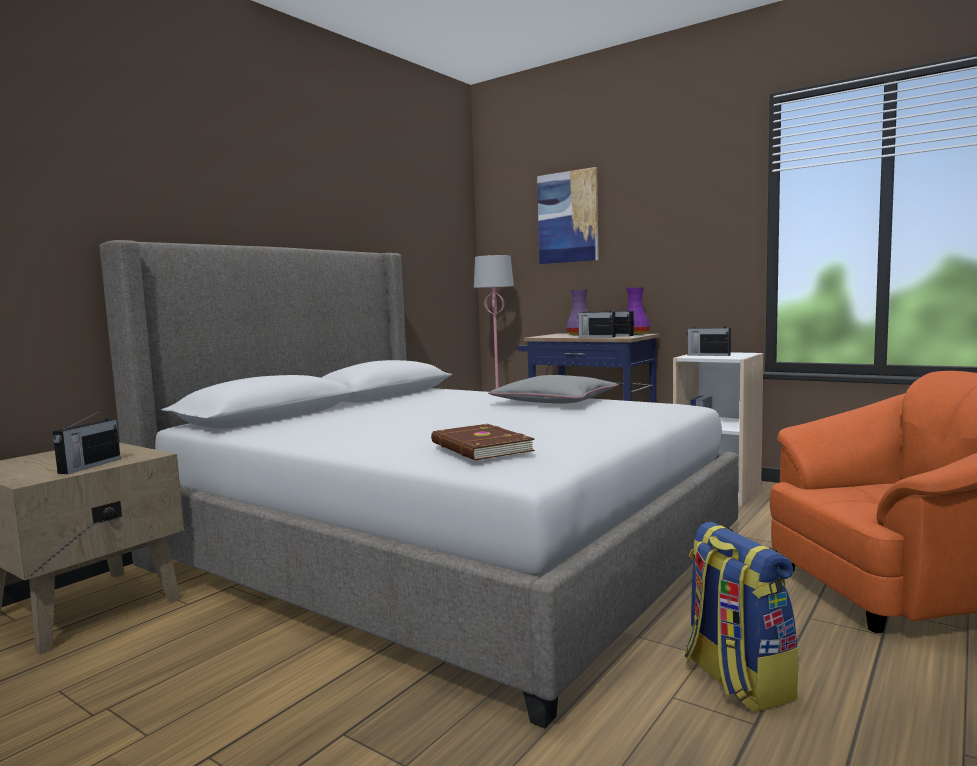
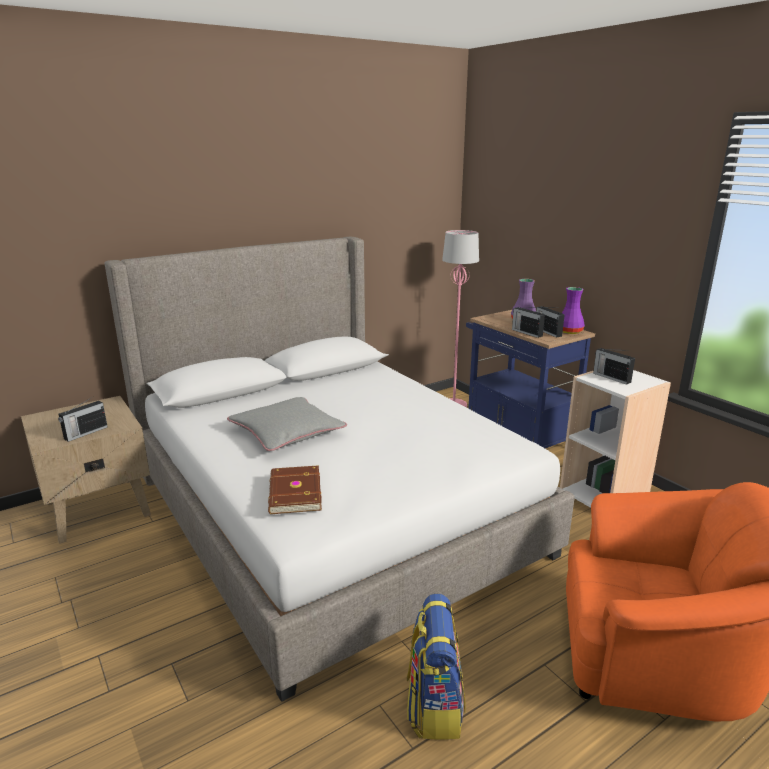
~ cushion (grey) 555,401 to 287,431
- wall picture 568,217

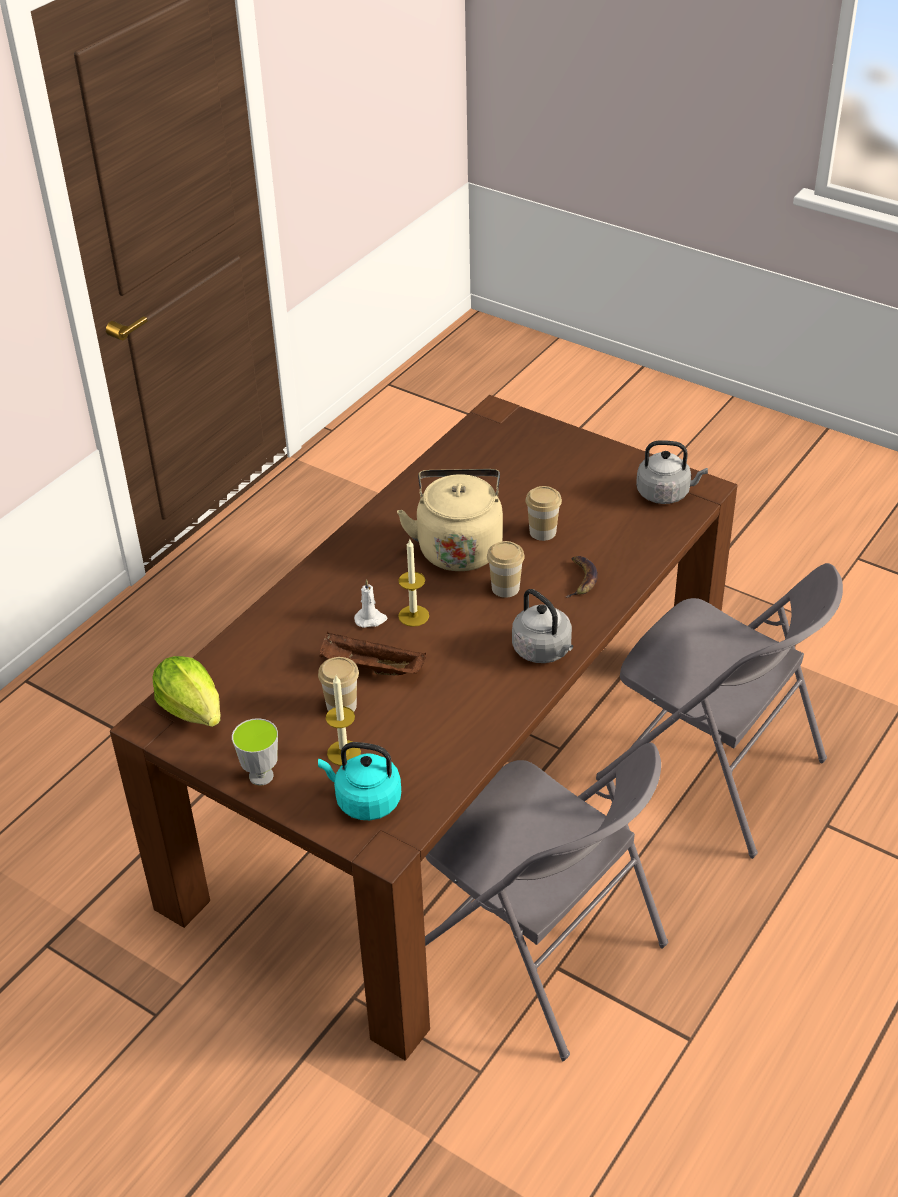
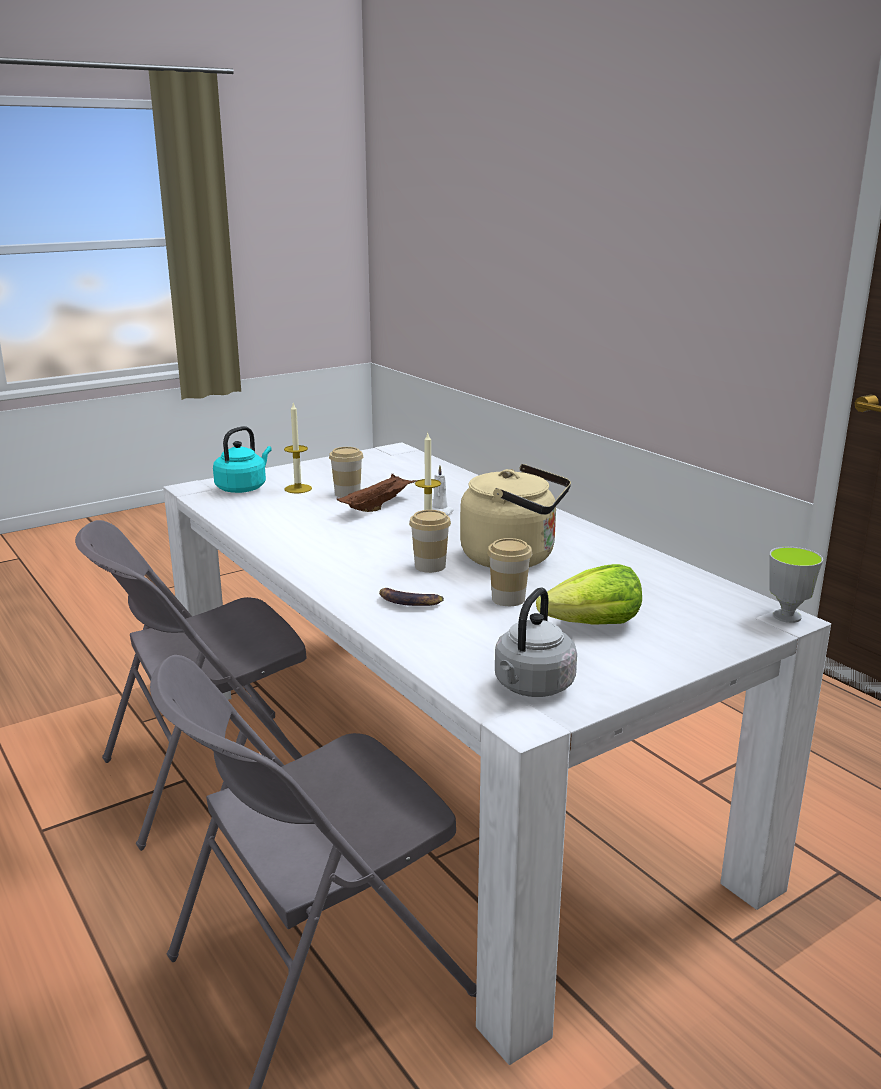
~ kitchen table (brown) 454,777 to kitchen table (white) 440,778
~ lettuce head 193,709 to 593,625
~ drinking cup 261,776 to 787,616
- kettle (grey) 544,651

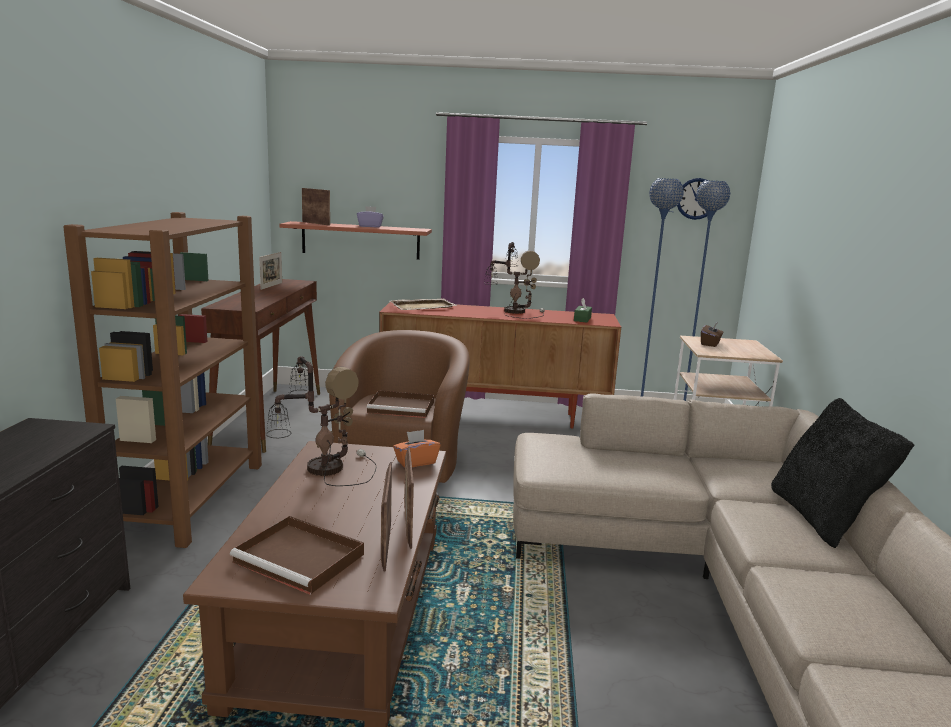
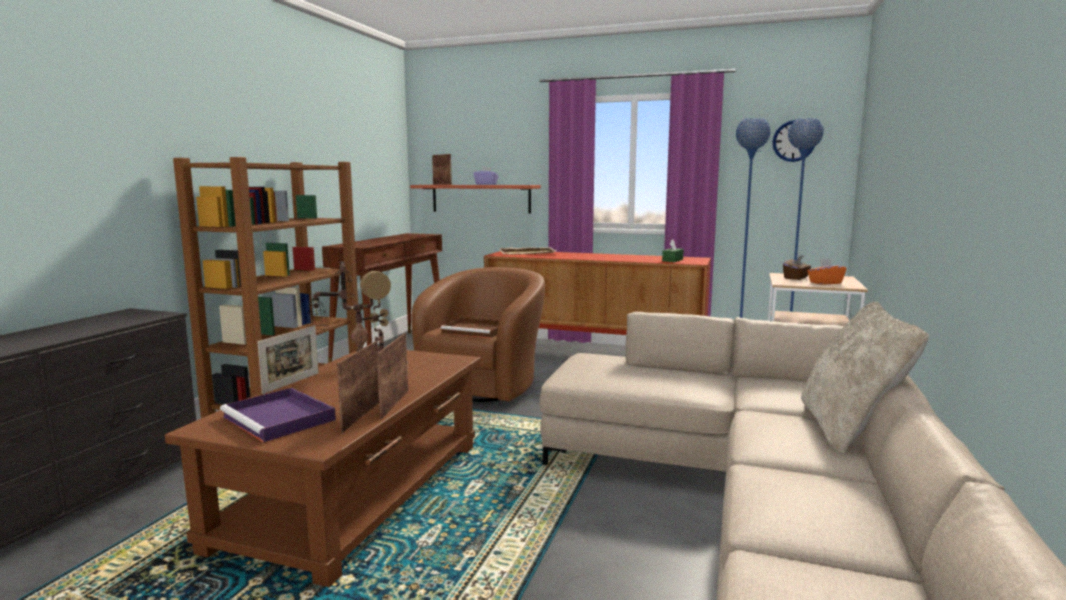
~ tray (brown) 301,558 to tray (purple-coloured) 280,419
~ standing frame 271,286 to 291,383
~ cushion (black-coloured) 823,516 to cushion (sand-coloured) 850,428
~ box of tissues (orange-coloured) 416,462 to 825,283
- lamp for a table 513,311

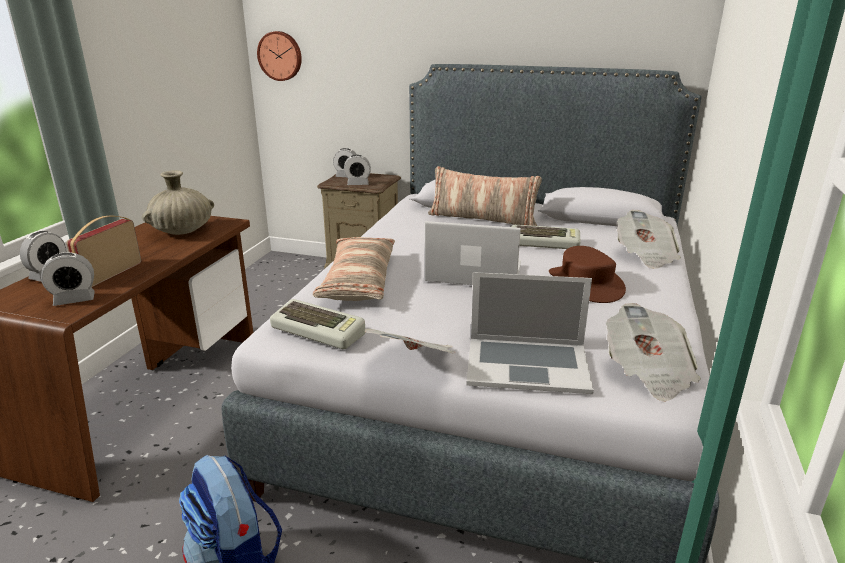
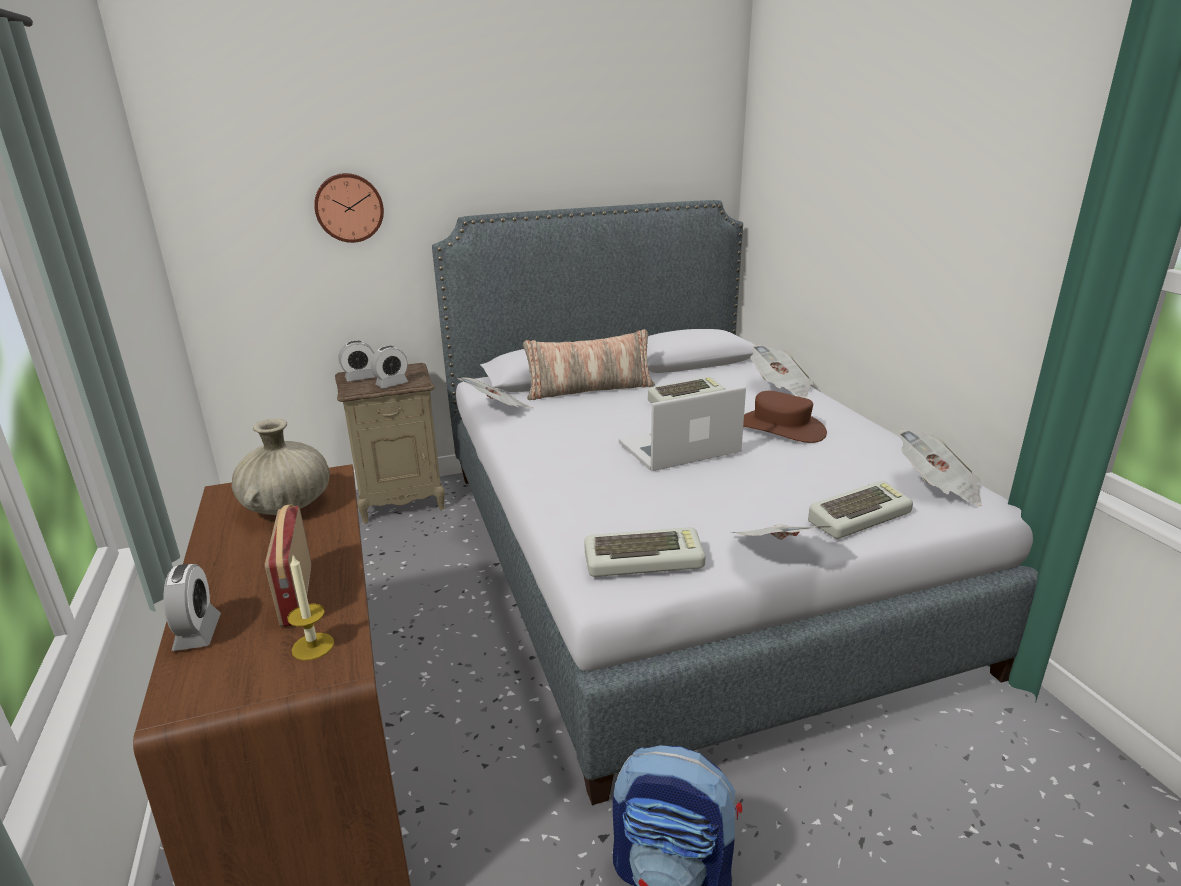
~ bedside clock 74,299 to wax candle 313,646
~ wall clock 280,56 to 349,207
+ daily paper 497,410
~ portable computer 527,364 to computer keyboard 858,516
- cushion 358,281

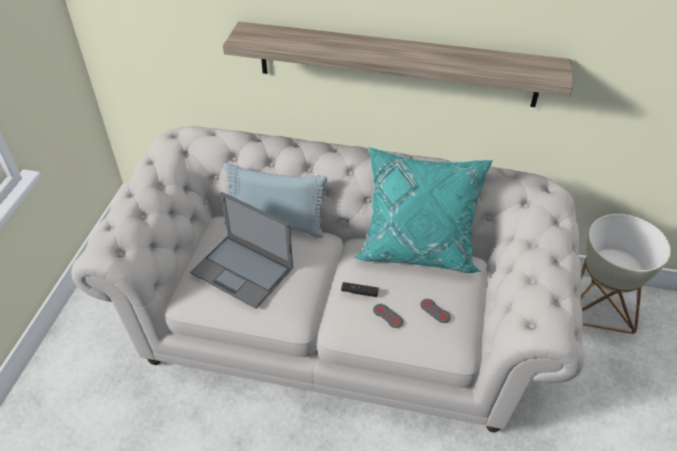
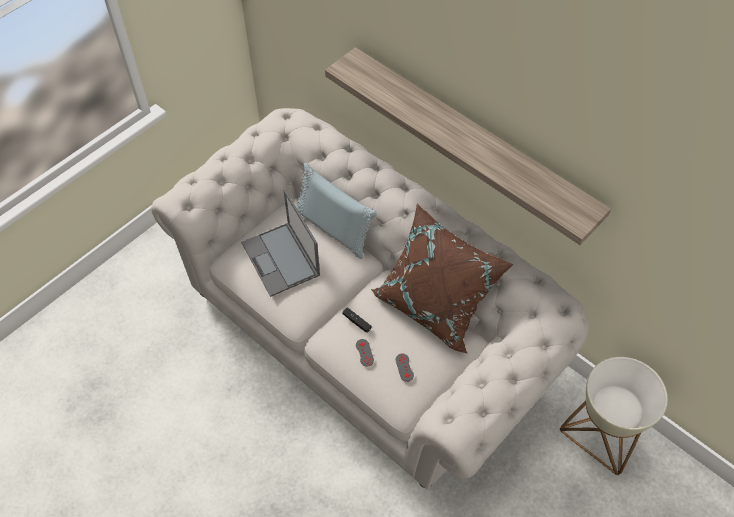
~ cushion (turquoise) 418,246 to cushion (brown) 435,304

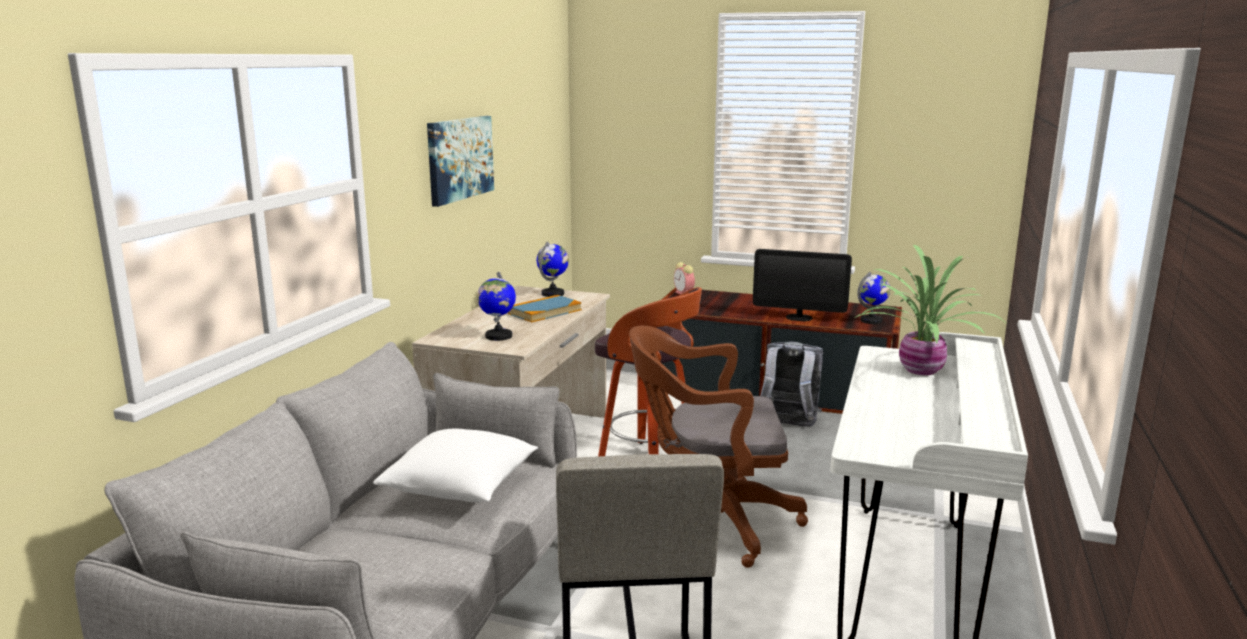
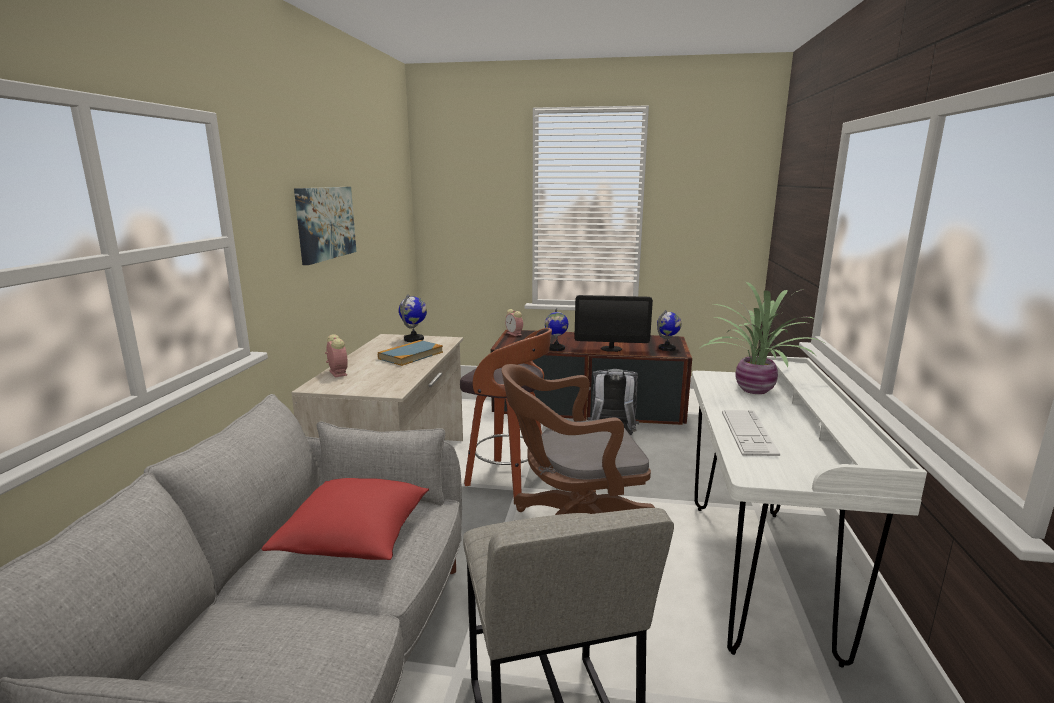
~ cushion (white) 461,488 to cushion (reddish) 355,540
+ bedside clock 337,373
~ world globe 498,336 to 556,348
+ computer keyboard 748,433

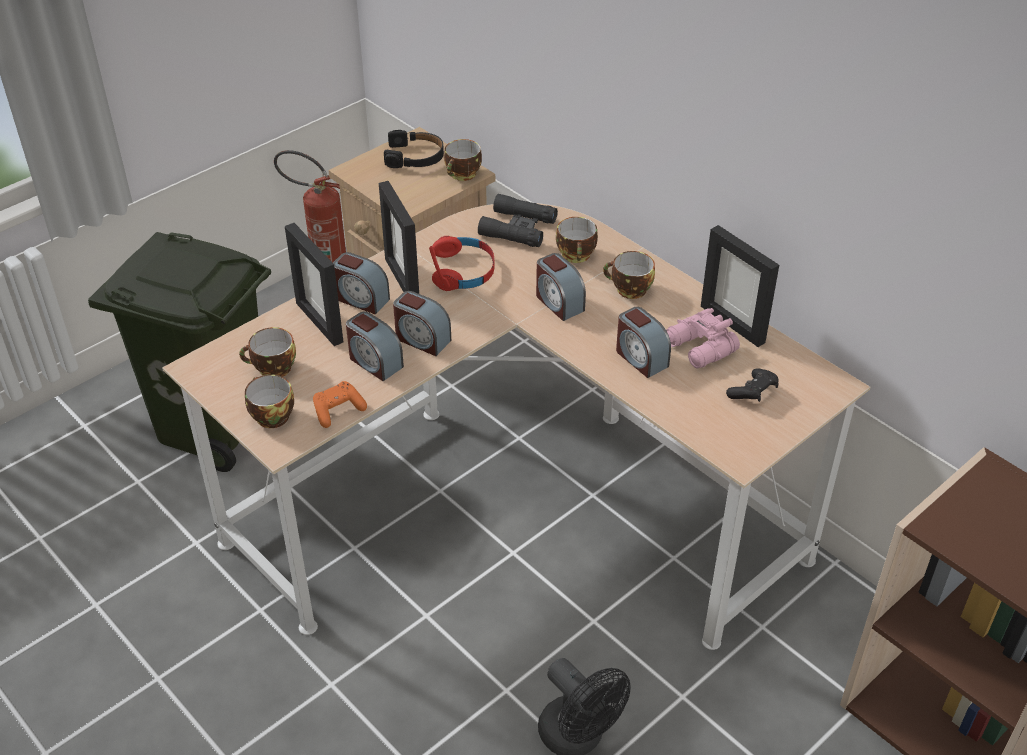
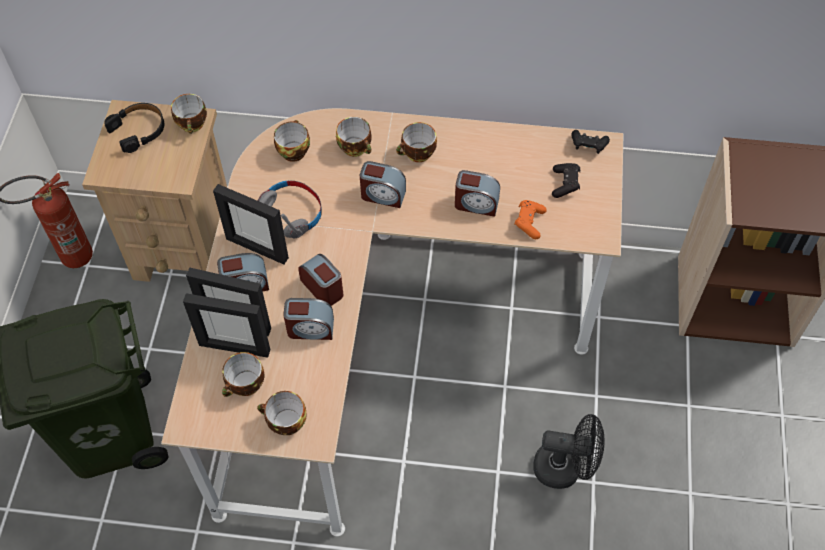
~ standing frame 733,323 to 235,346
~ headset (reddish) 463,271 to headset (grey) 292,212
~ pair of binoculars (black-coloured) 518,228 to drinking cup 293,150
~ bedside clock 422,339 = 323,288 120 degrees counterclockwise
~ game controller (orange-coloured) 338,410 to 529,223
+ game controller (black-coloured) 588,146
- pair of binoculars (pink-coloured) 700,348

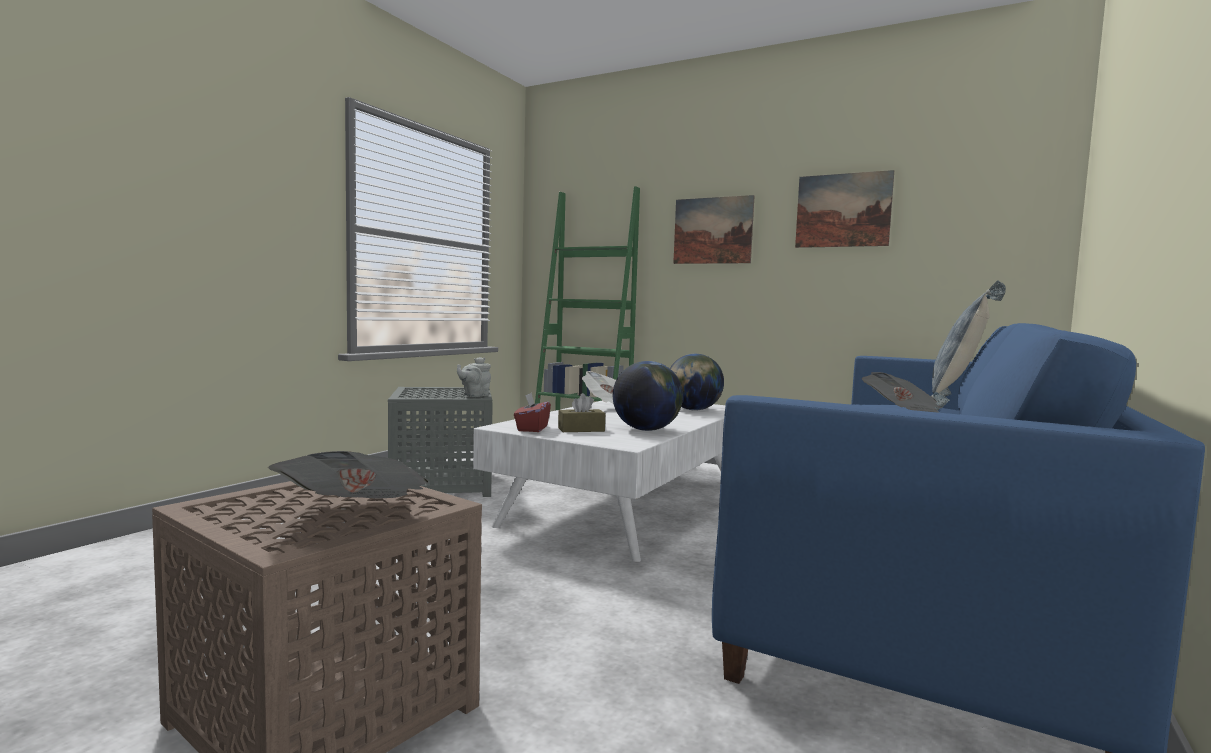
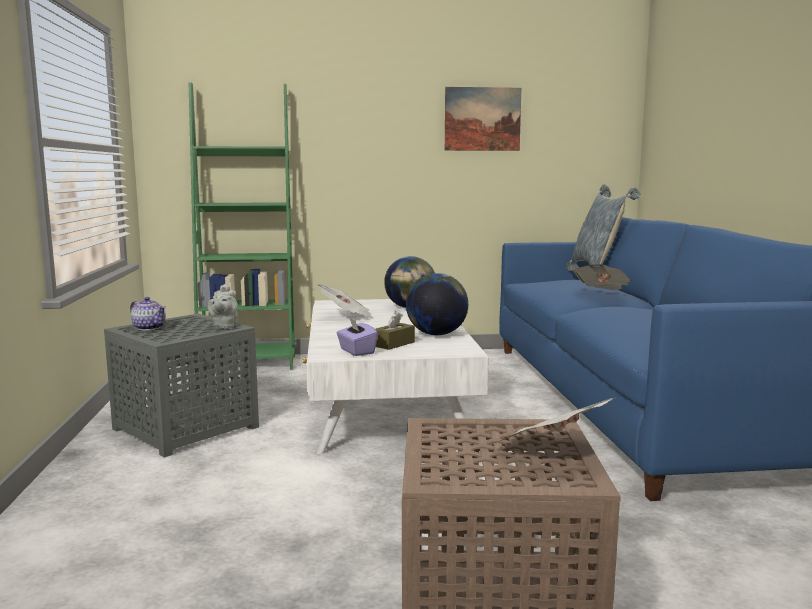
+ teapot 149,328
~ box of tissues (reddish) 532,428 to box of tissues (purple-coloured) 356,351
- wall picture 712,230

